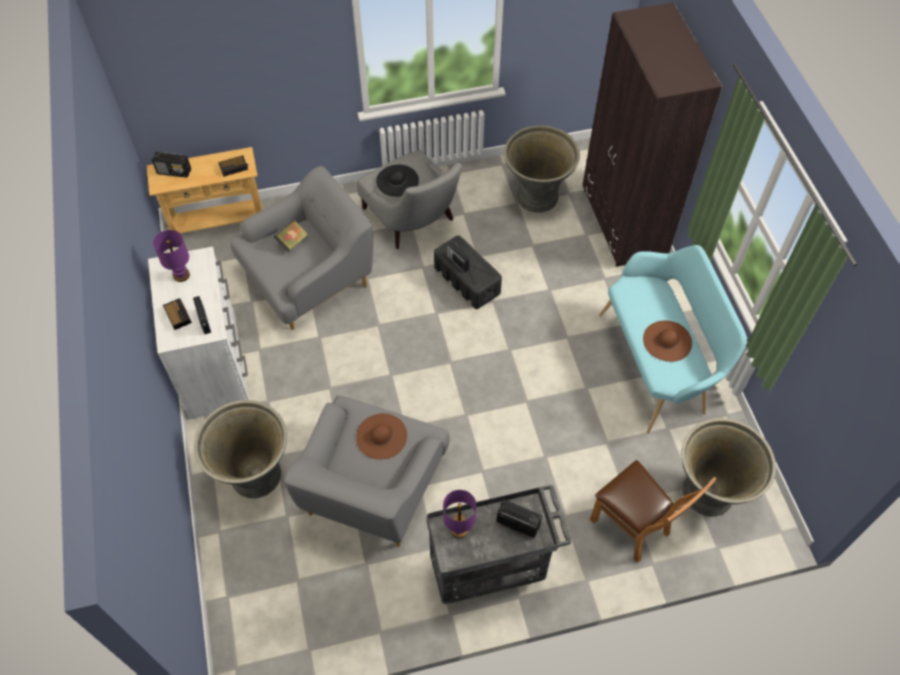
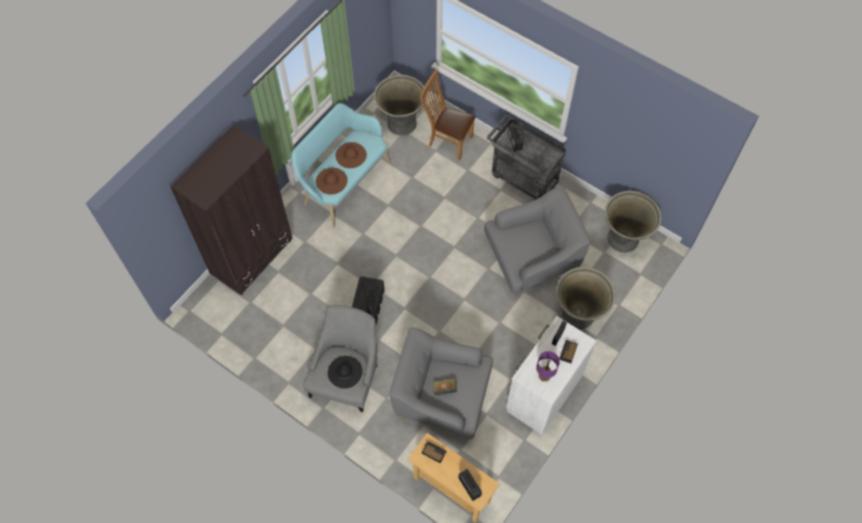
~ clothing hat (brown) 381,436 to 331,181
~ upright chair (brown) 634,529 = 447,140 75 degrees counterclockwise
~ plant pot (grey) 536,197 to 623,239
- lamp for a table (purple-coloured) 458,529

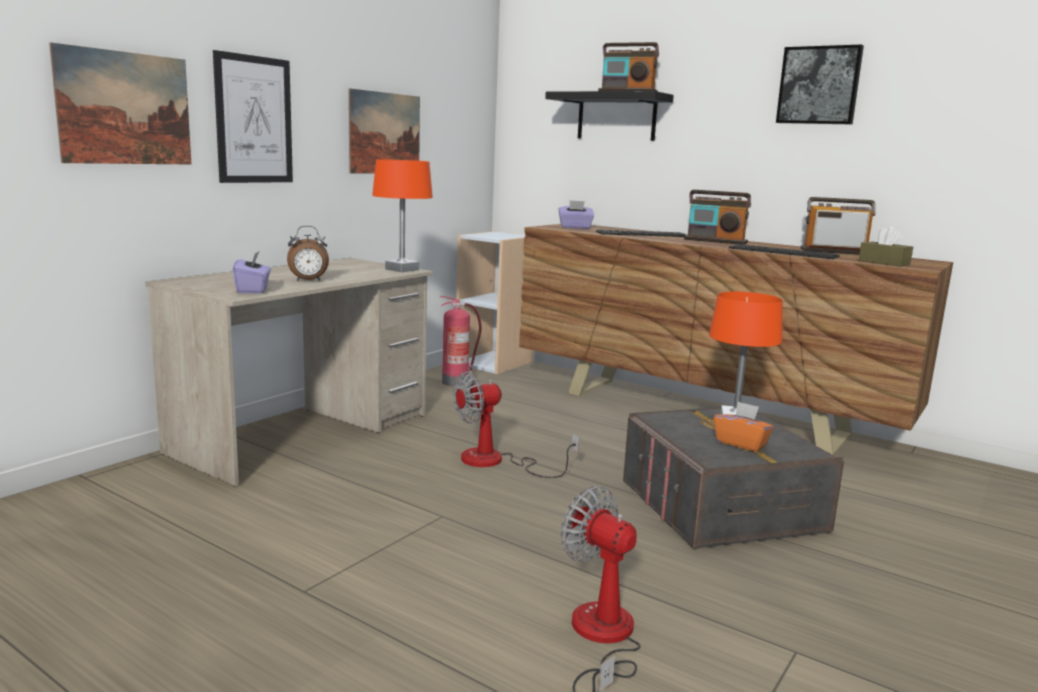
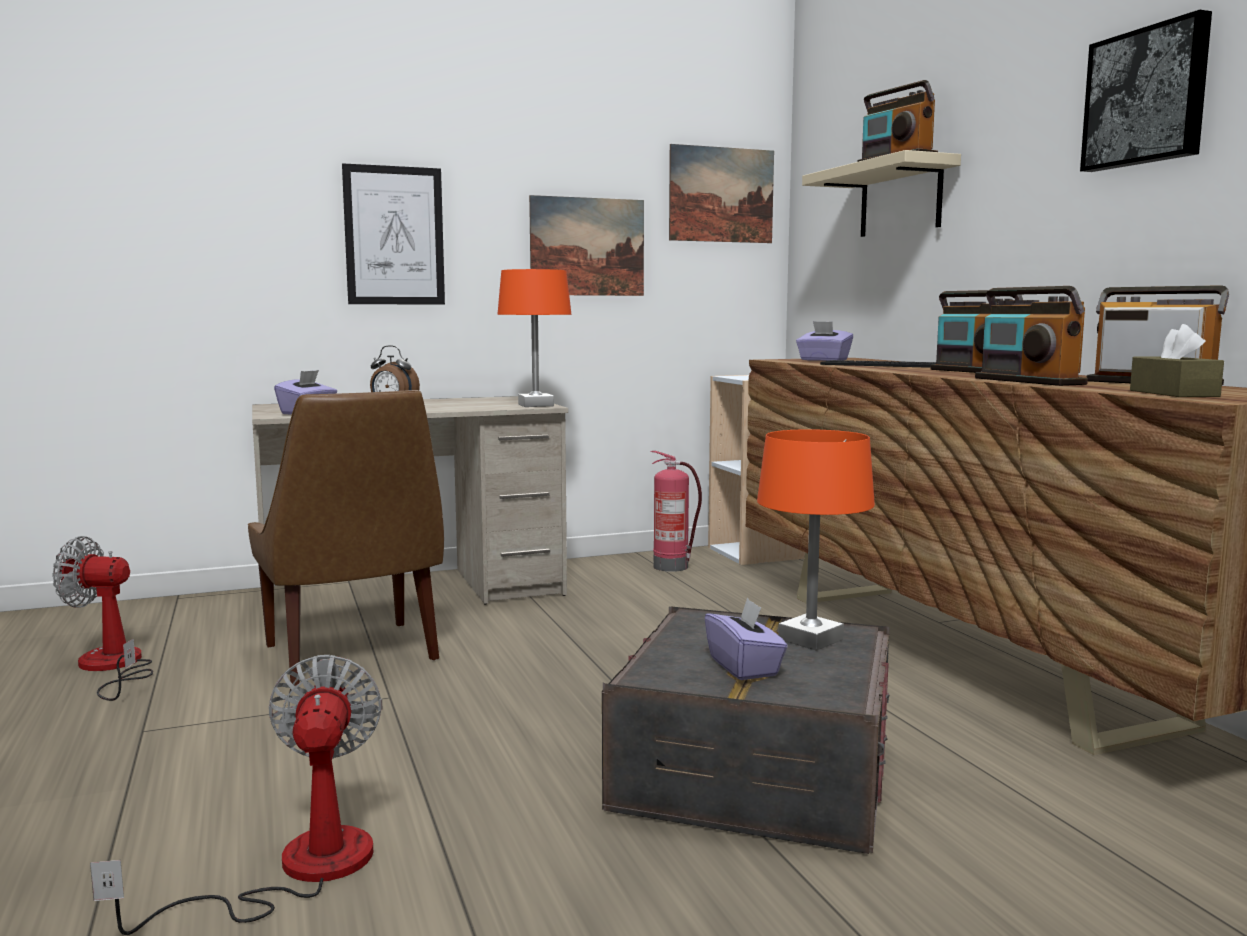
~ fan 496,462 to 112,667
+ upright chair (brown) 353,655
~ wall picture 125,108 to 721,195
~ box of tissues (orange-coloured) 741,443 to box of tissues (purple-coloured) 744,667
~ wall shelf (black-coloured) 616,117 to wall shelf (sand-coloured) 900,199
~ computer keyboard 783,252 to radio 1028,381

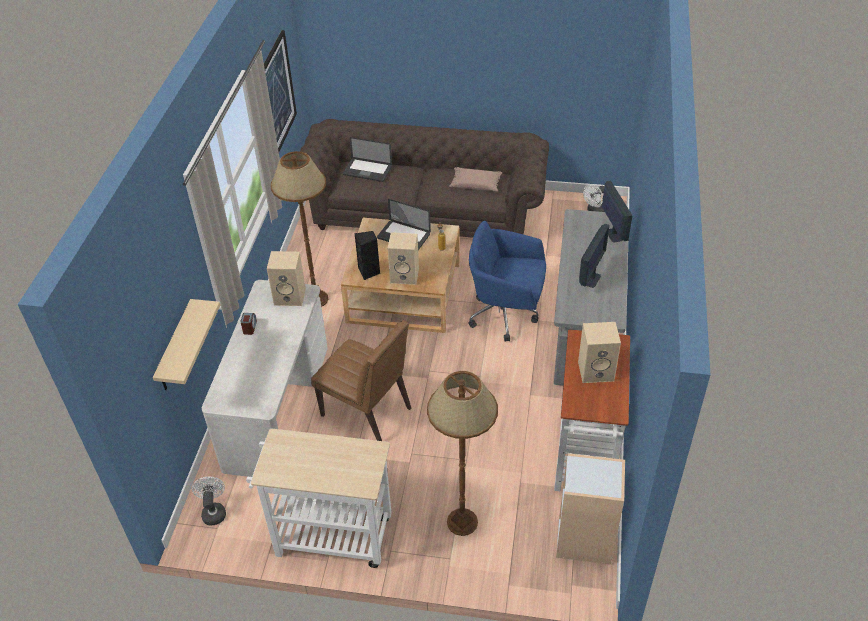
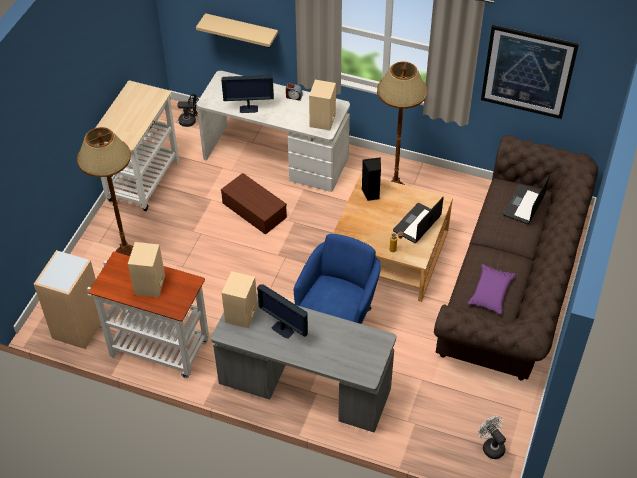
~ fan (white) 213,511 to fan (black-coloured) 190,121
~ computer screen 613,234 to 249,109
~ upright chair (brown) 365,412 to storage bin (brown) 253,210
~ loudspeaker (sand-coloured) 405,275 to 241,315
~ cushion (sand-coloured) 475,182 to cushion (purple-coloured) 491,291

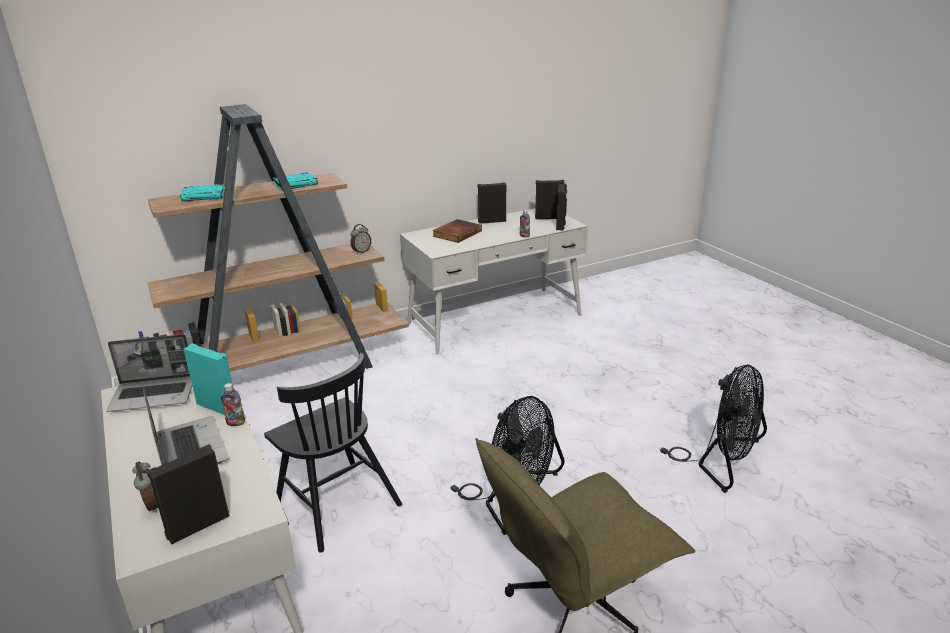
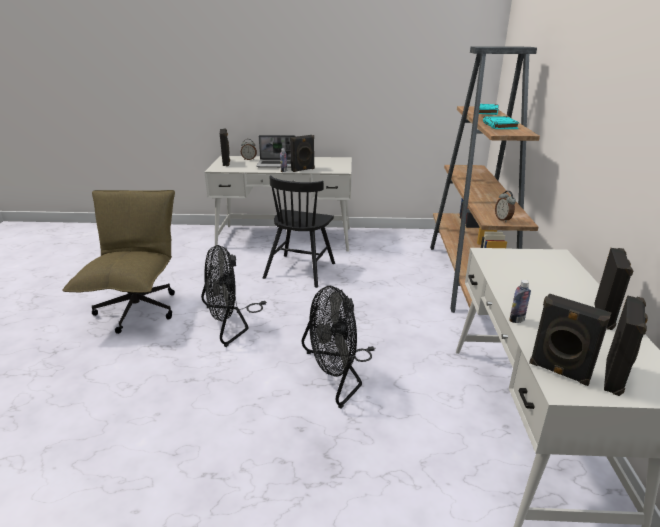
~ upright chair (black-coloured) 334,500 = 301,268 60 degrees counterclockwise
~ loudspeaker (turquoise) 218,407 to loudspeaker (black-coloured) 303,170
~ fan (black-coloured) 720,459 to 338,371
- portable computer 154,394
- book 457,233

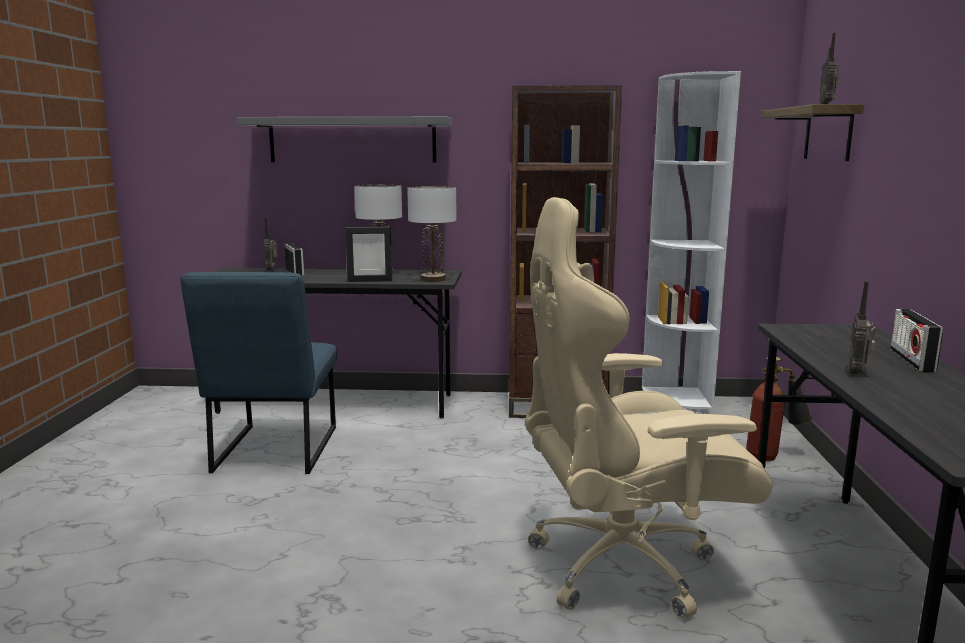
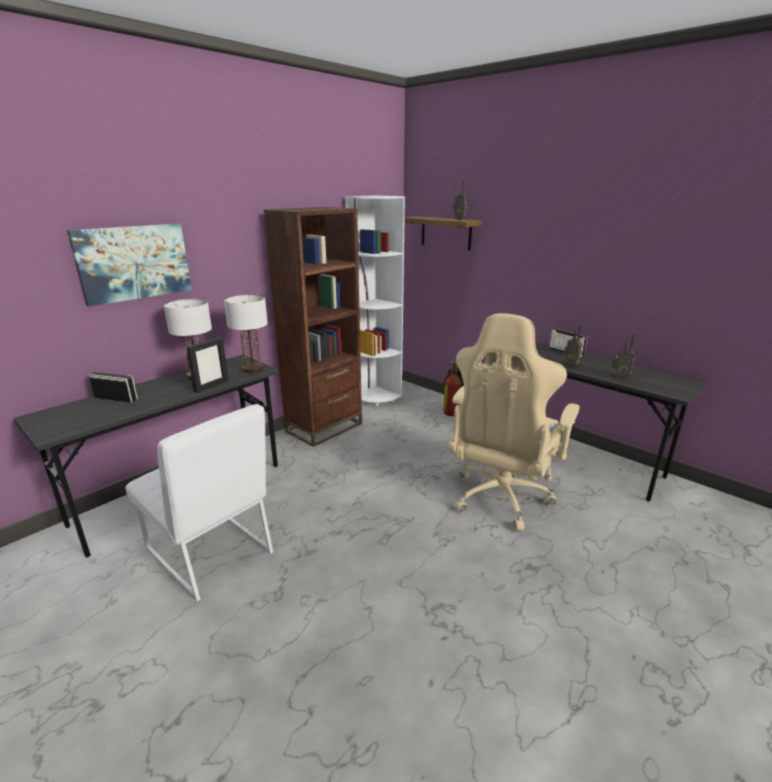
~ wall shelf (grey) 352,140 to wall picture 134,262
~ upright chair (blue) 274,450 to upright chair (white) 211,553
~ radio 272,269 to 620,377

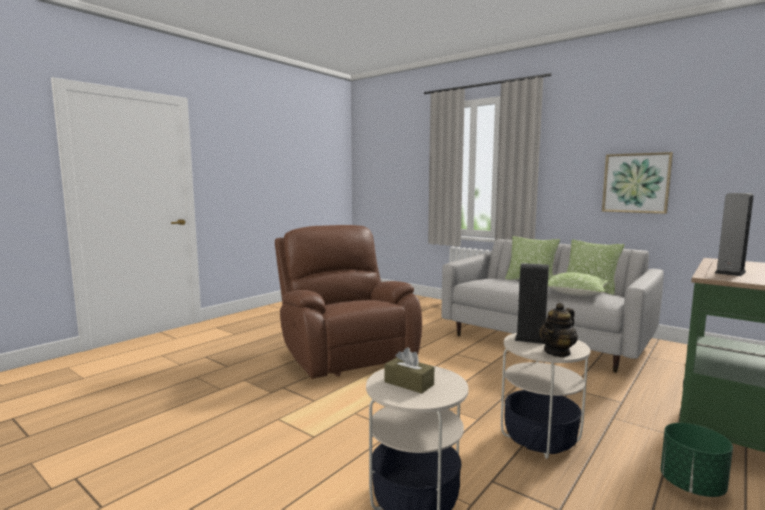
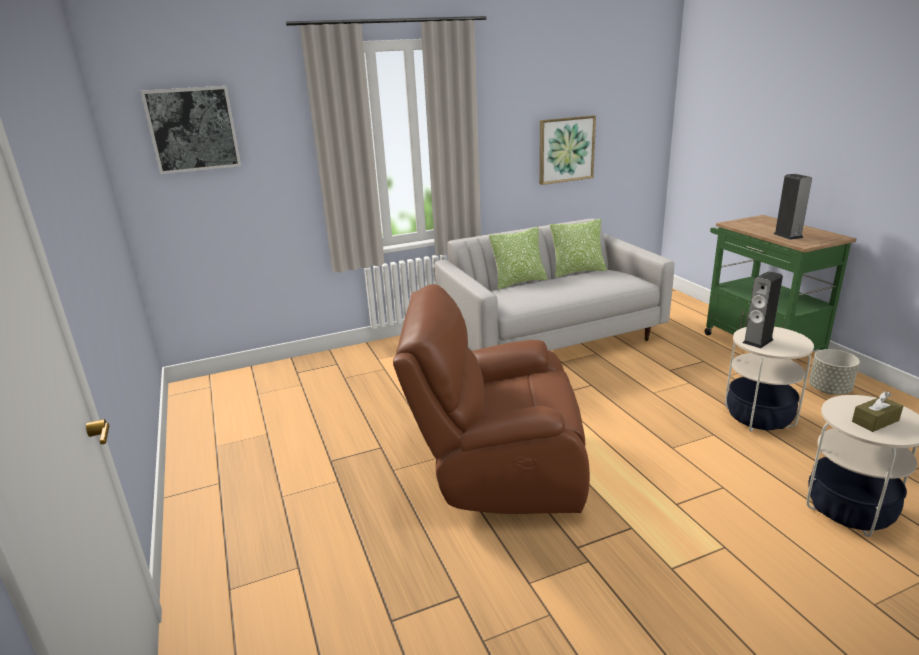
+ wall picture 193,129
~ plant pot (green) 691,485 to plant pot (grey) 829,390
- teapot 557,352
- cushion 575,293

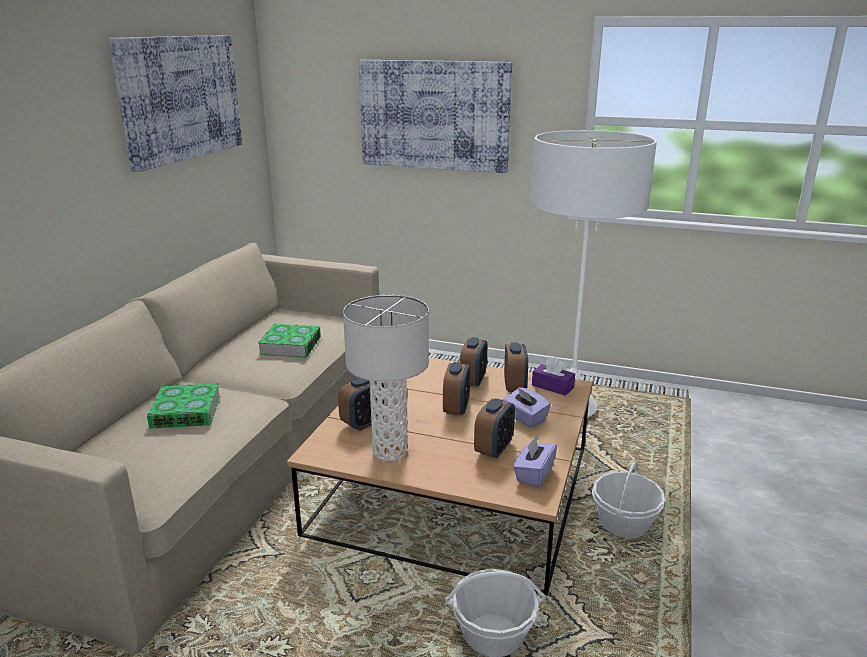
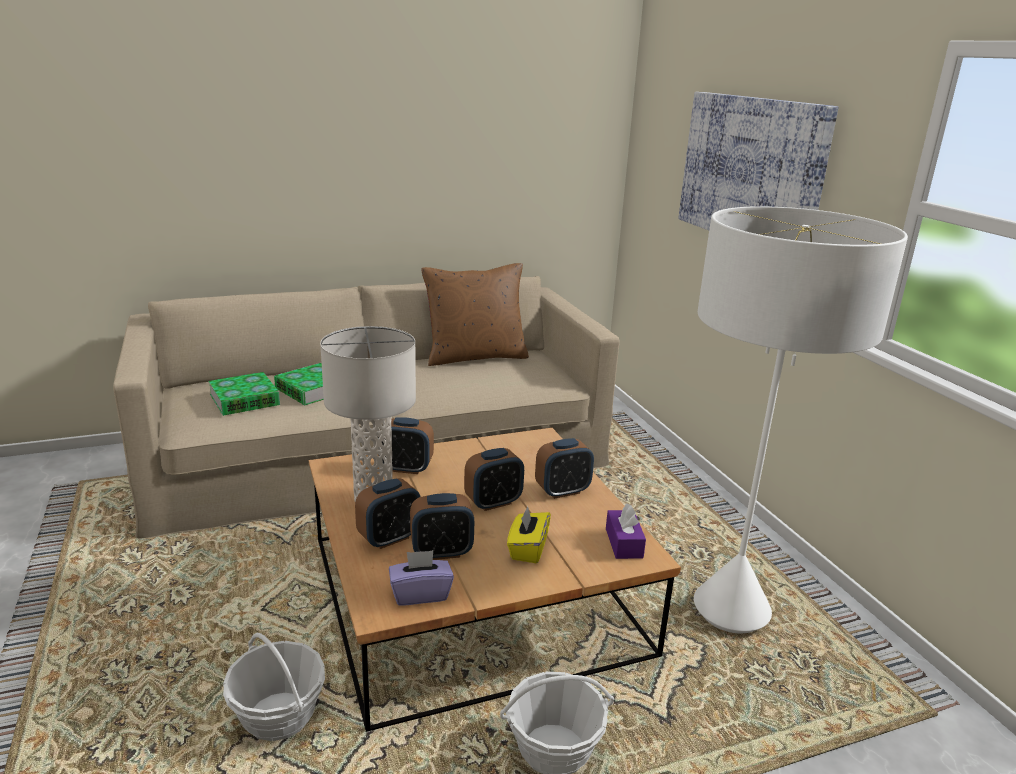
~ book 290,345 to 244,400
~ bedside clock 514,386 to 389,538
+ cushion (brown) 475,356
~ box of tissues (purple-coloured) 525,418 to box of tissues (yellowish) 527,549
- wall picture 179,98

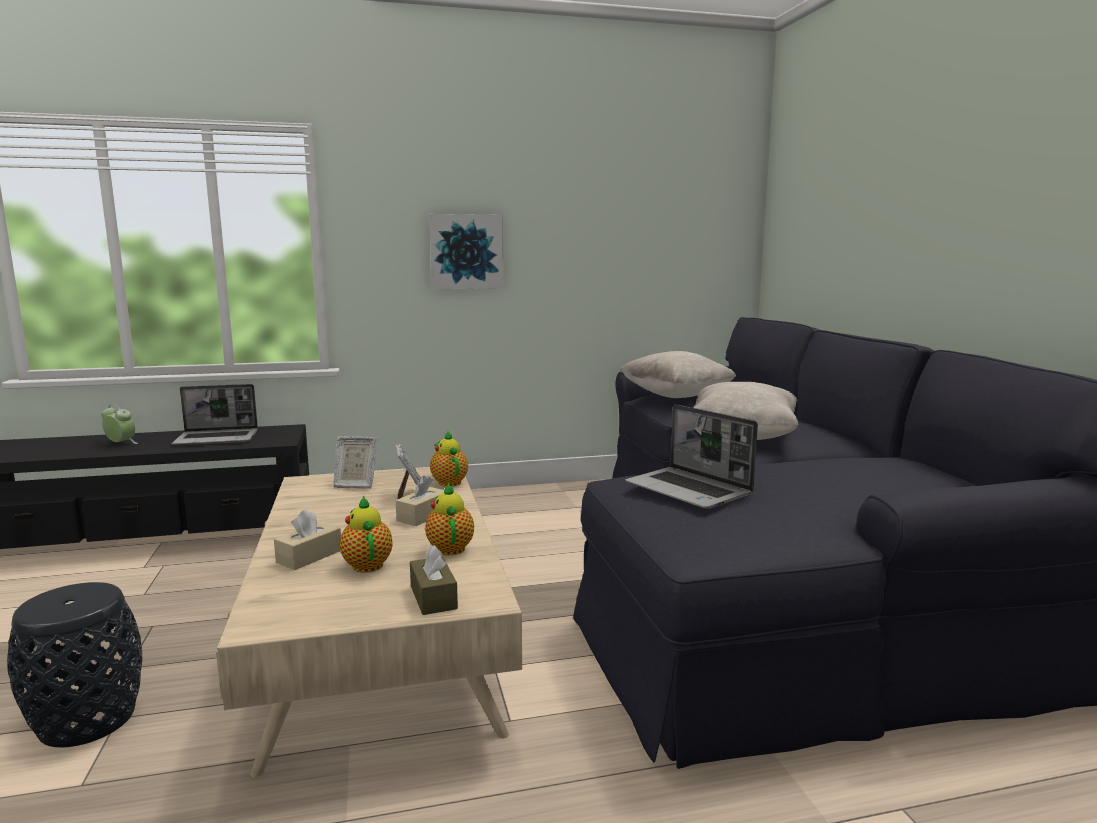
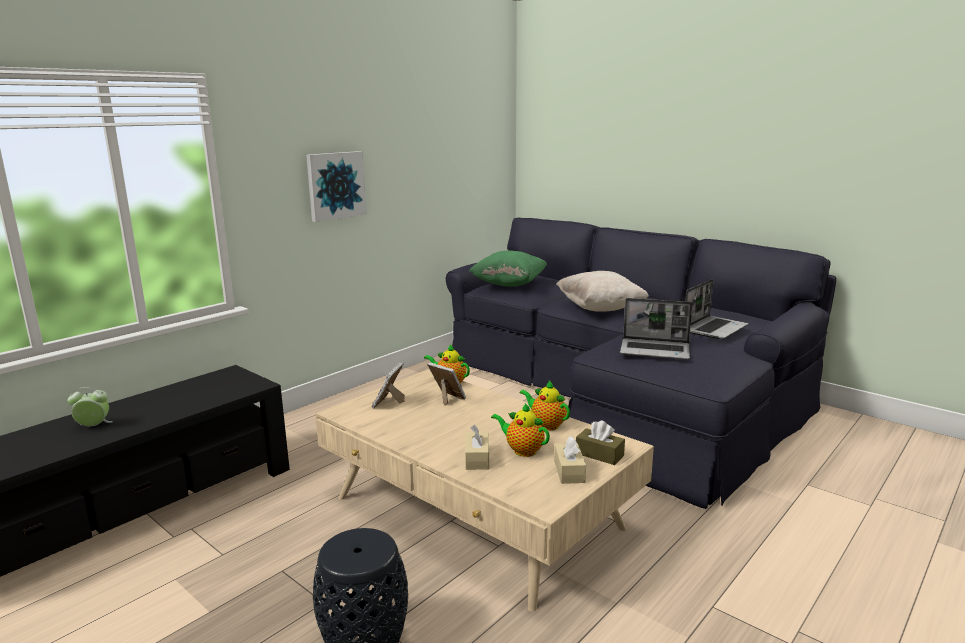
~ standing frame 355,485 = 389,403 135 degrees clockwise
~ cushion (sand-coloured) 676,396 to cushion (green) 509,284
~ box of tissues (sand-coloured) 423,516 to 569,471
~ portable computer 218,438 to 714,328

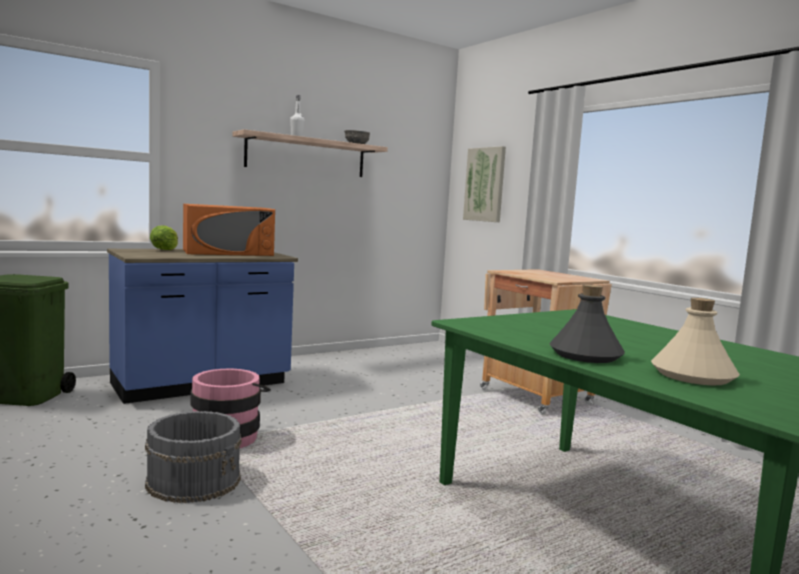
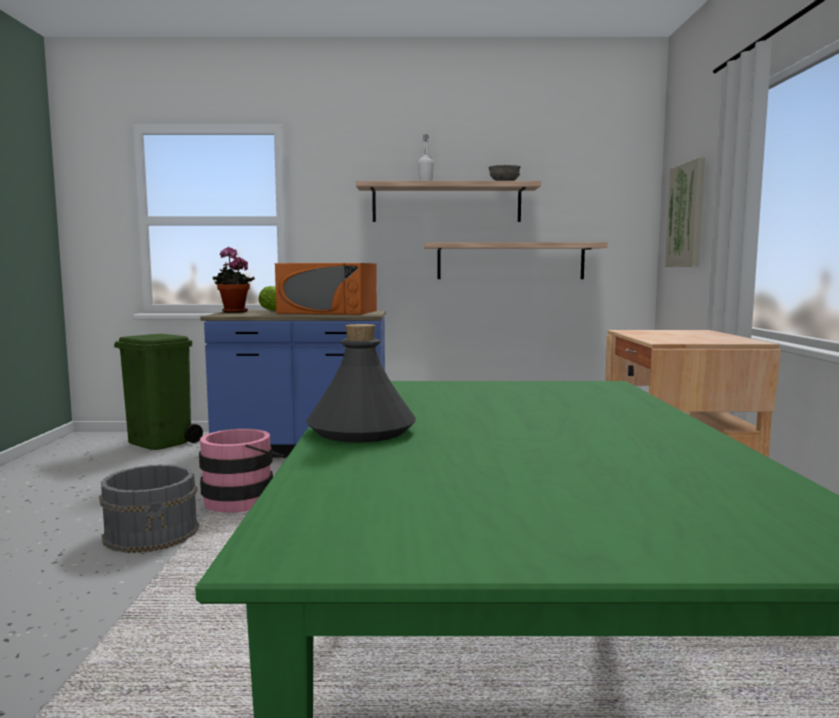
+ houseplant 233,312
+ wall shelf 510,261
- drink bottle (sand-coloured) 692,376

